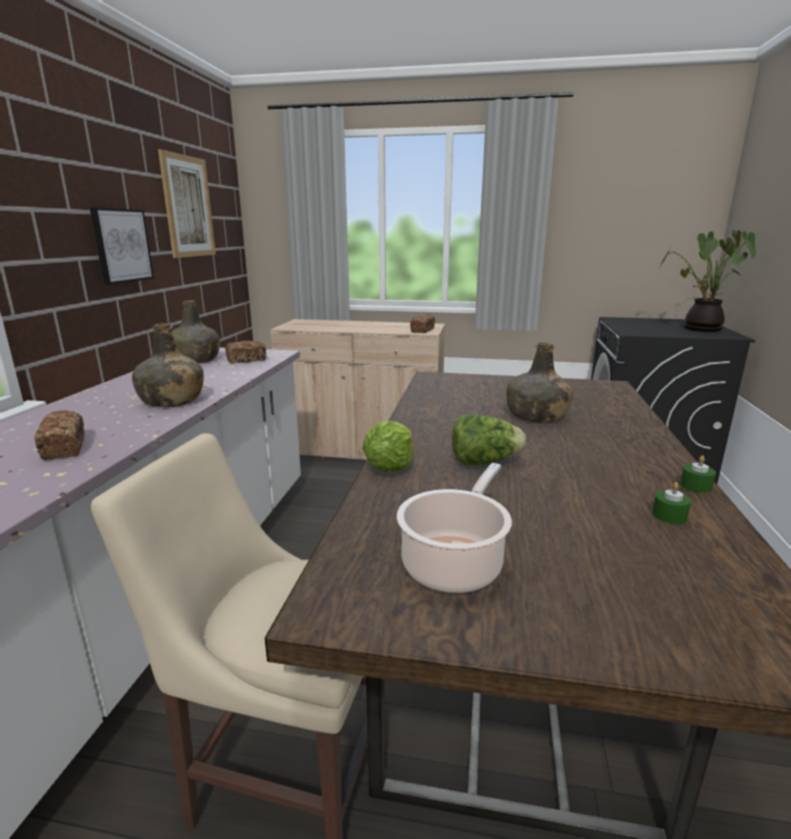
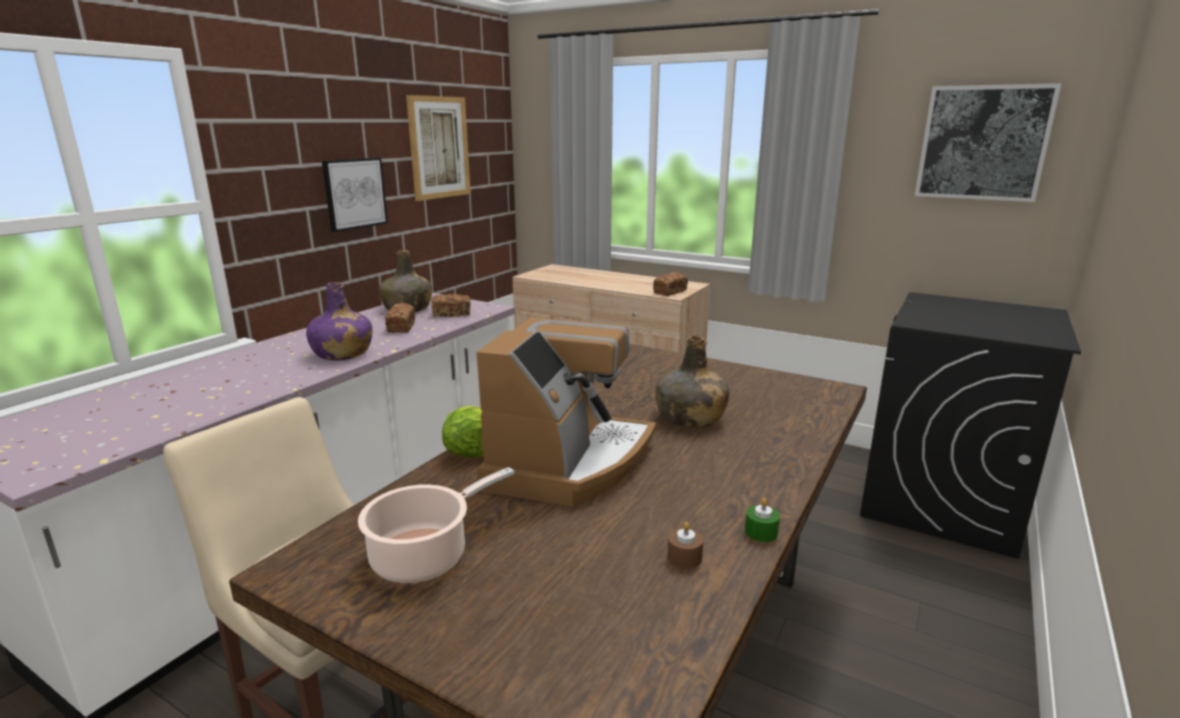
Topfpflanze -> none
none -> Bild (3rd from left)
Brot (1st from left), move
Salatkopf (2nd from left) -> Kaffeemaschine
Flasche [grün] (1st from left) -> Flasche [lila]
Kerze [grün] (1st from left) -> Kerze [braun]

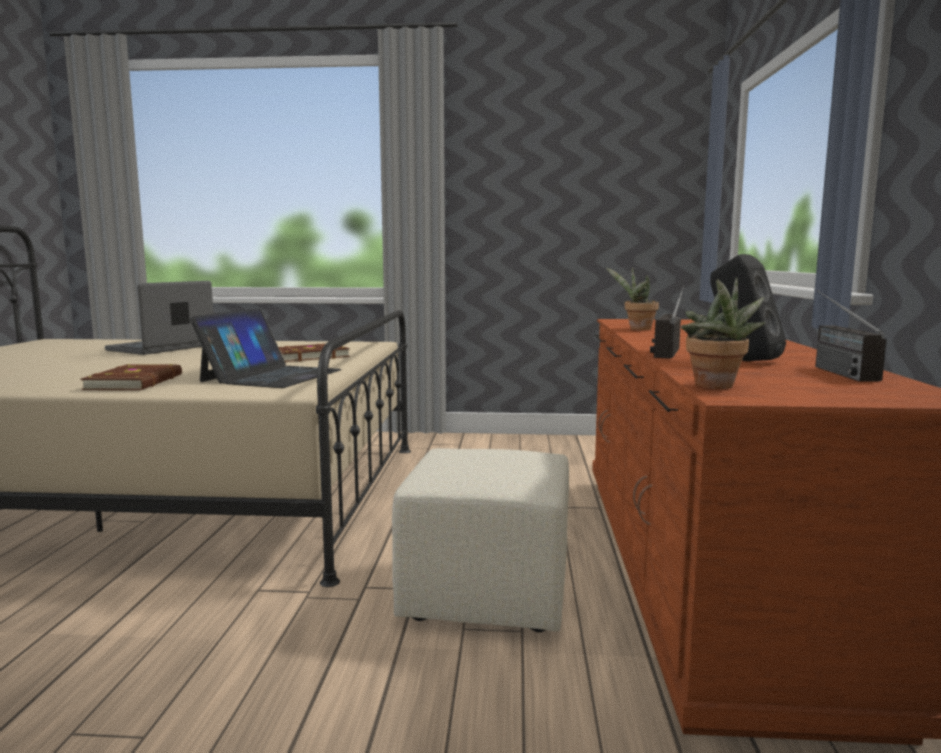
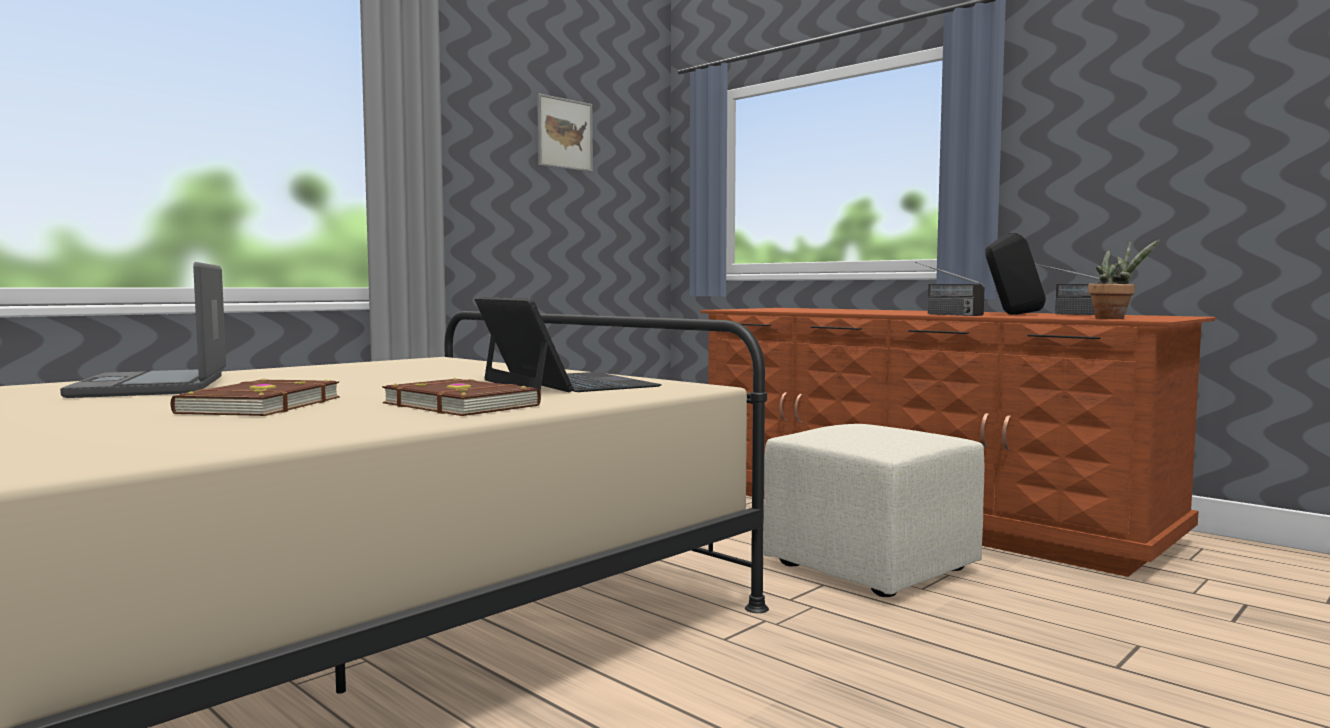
Topfpflanze (1st from left) -> none
none -> Bild
Buch [braun] (2nd from left in the first image) -> Buch [braun] (1st from left), move

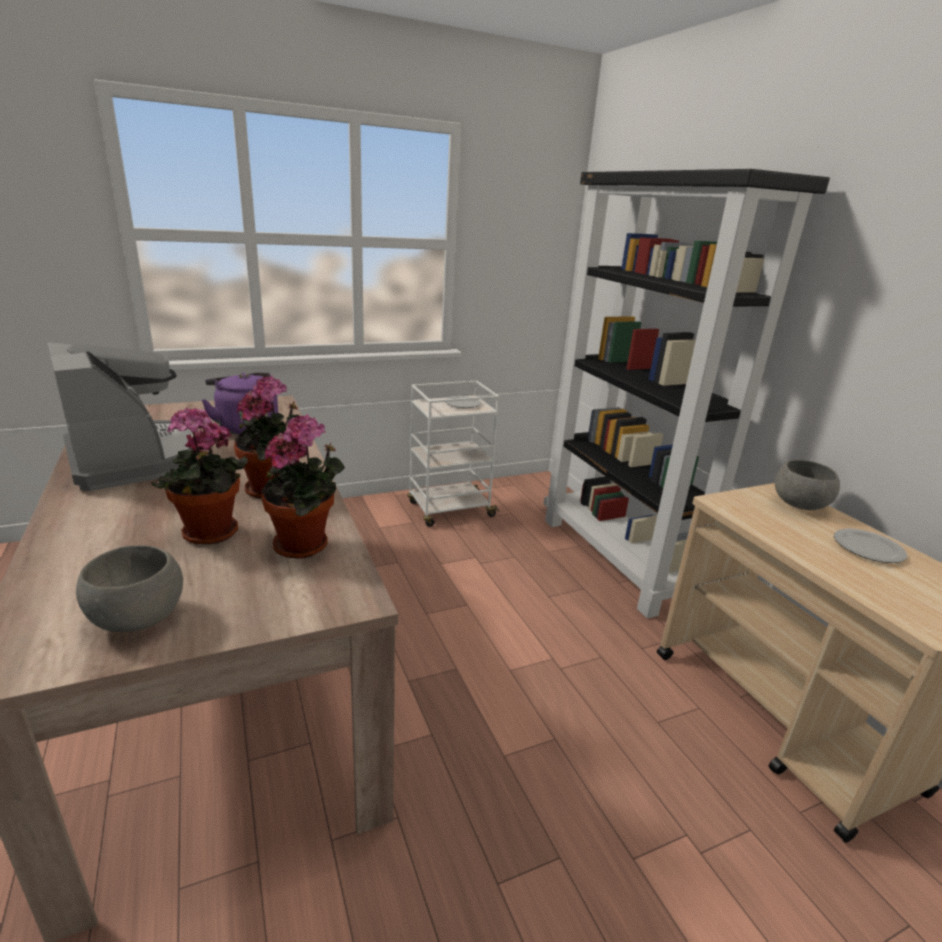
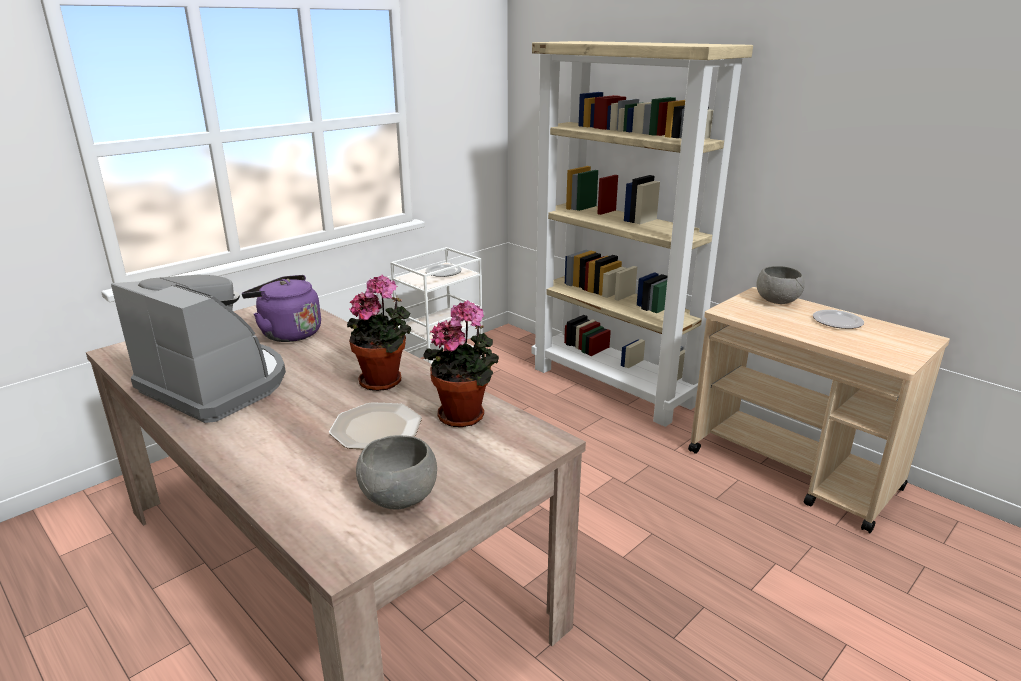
Topfpflanze (1st from left) -> Teller (1st from left)
Bücherregal [schwarz] -> Bücherregal [beige]

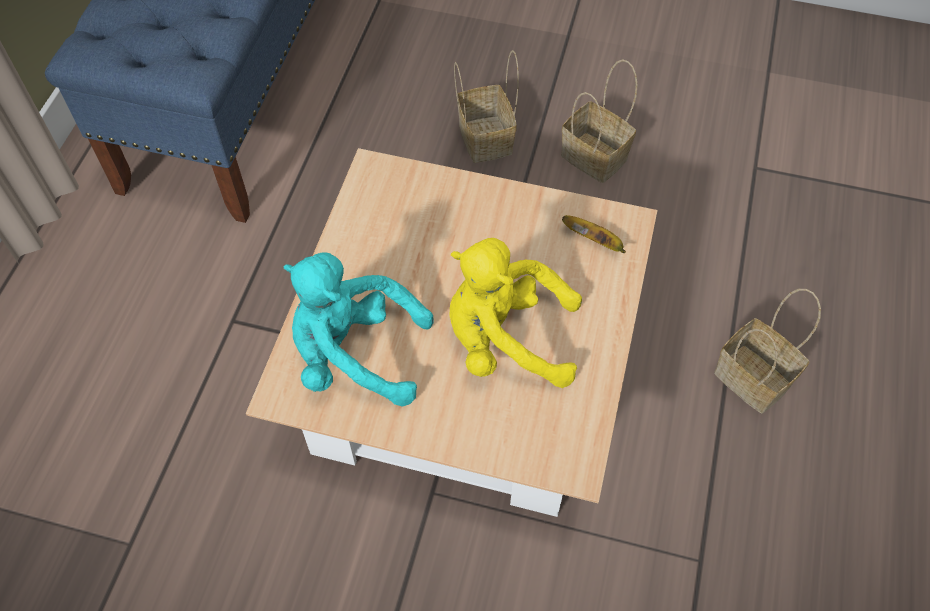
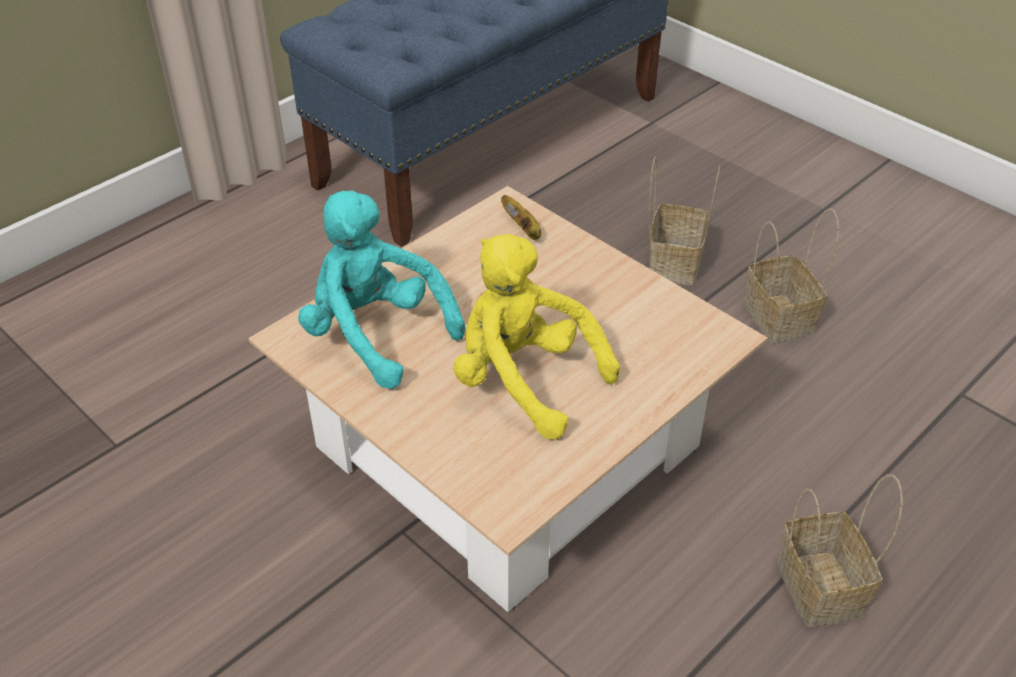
Banane, move

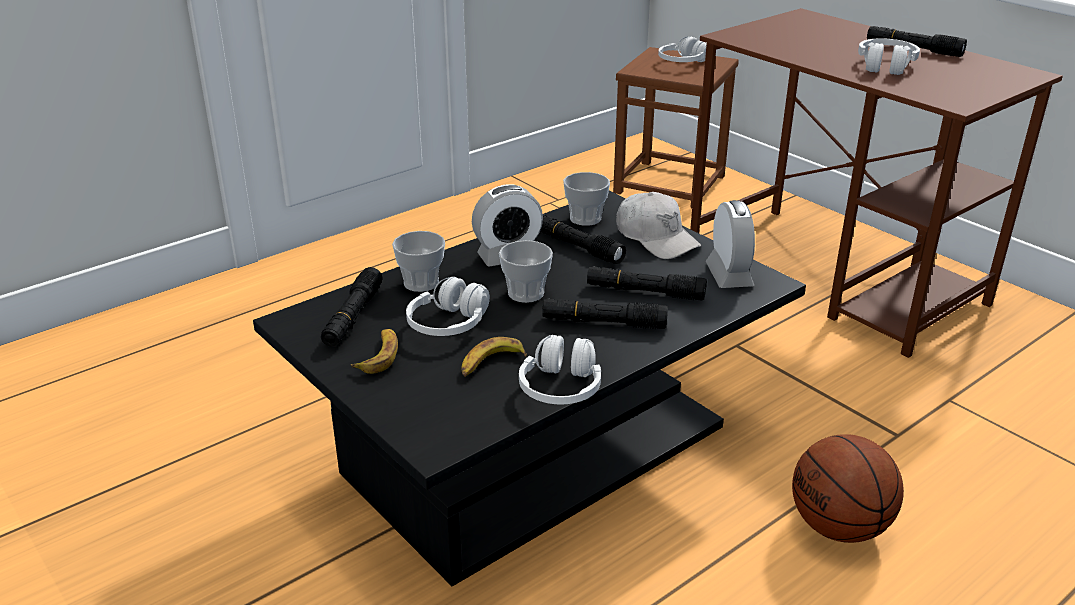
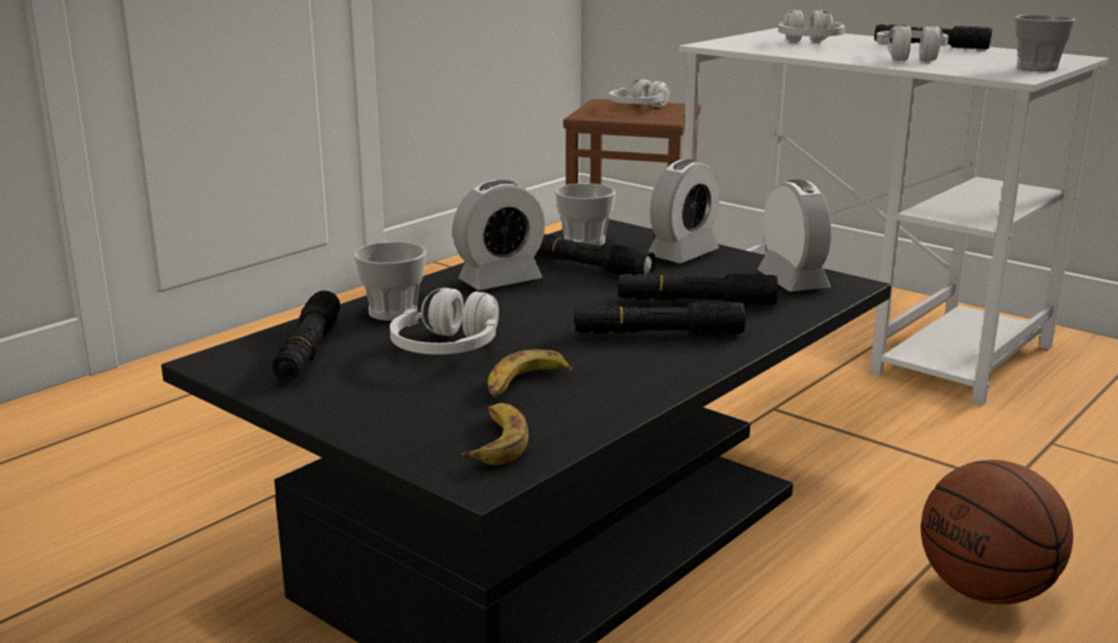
Banane (1st from left), move
Tasse (2nd from left in the first image) -> Tasse (3rd from left), move
Kopfhörer [weiß] (2nd from left in the first image) -> Kopfhörer [weiß] (3rd from left), move
Kappe [weiß] -> Wecker (2nd from left)
Schreibtisch [braun] -> Schreibtisch [weiß]

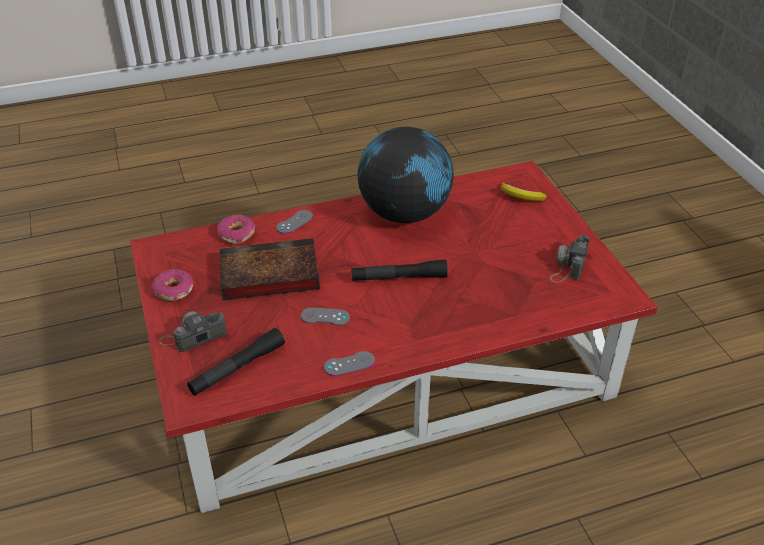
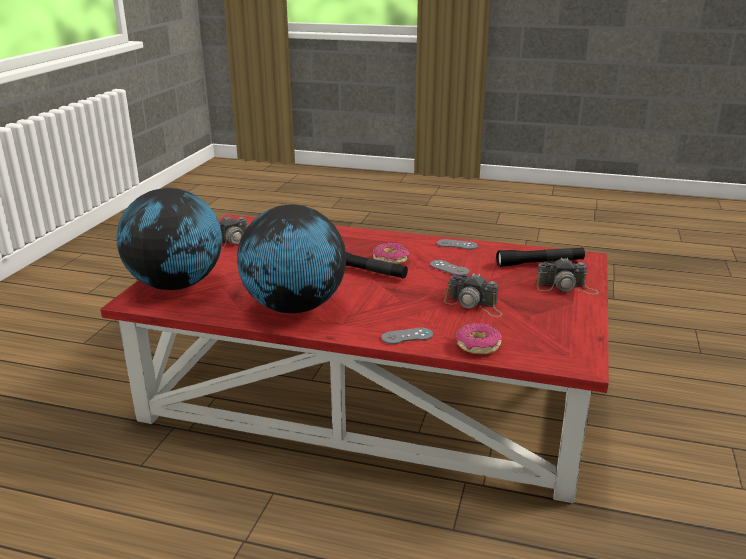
Donut (1st from left), move
Buch -> Kamera (2nd from left)
Banane -> Globus (1st from left)

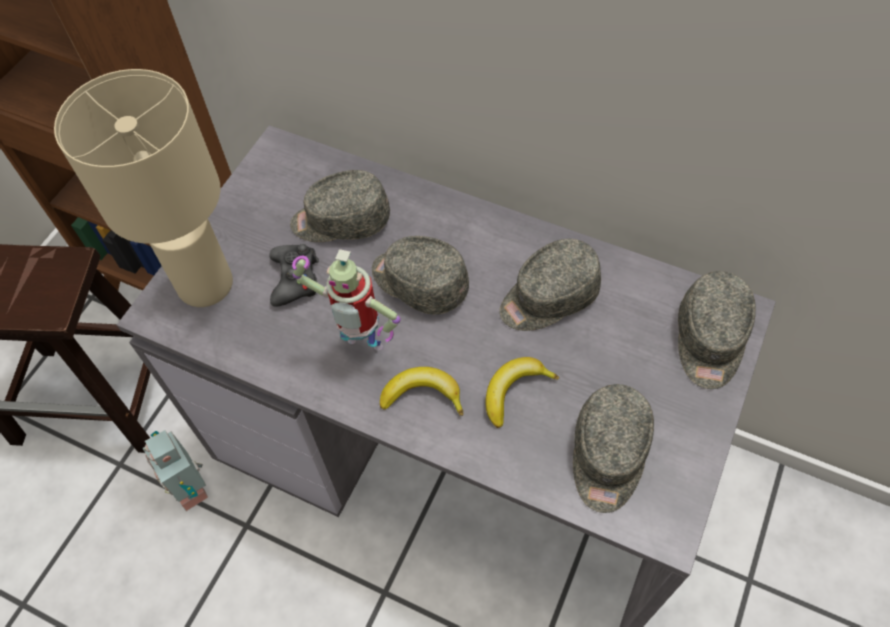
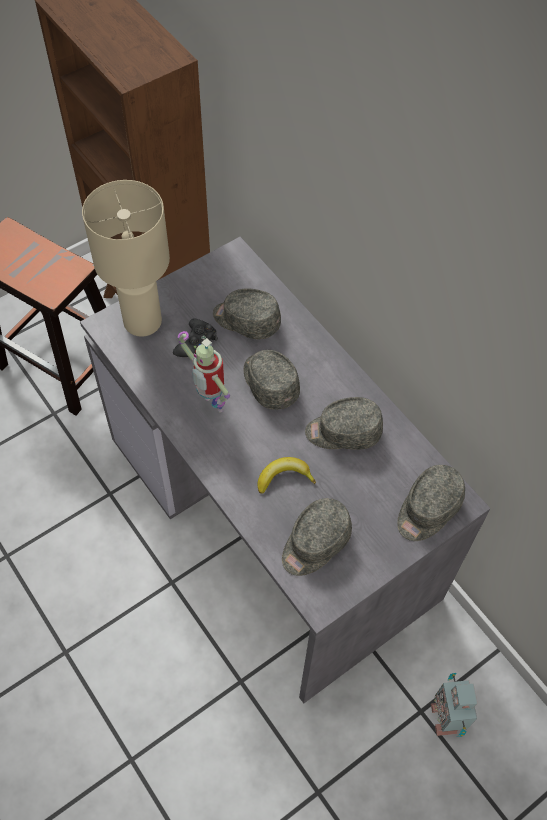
Banane (1st from left) -> none
Spielzeugroboter (1st from left in the first image) -> Spielzeugroboter (2nd from left), move

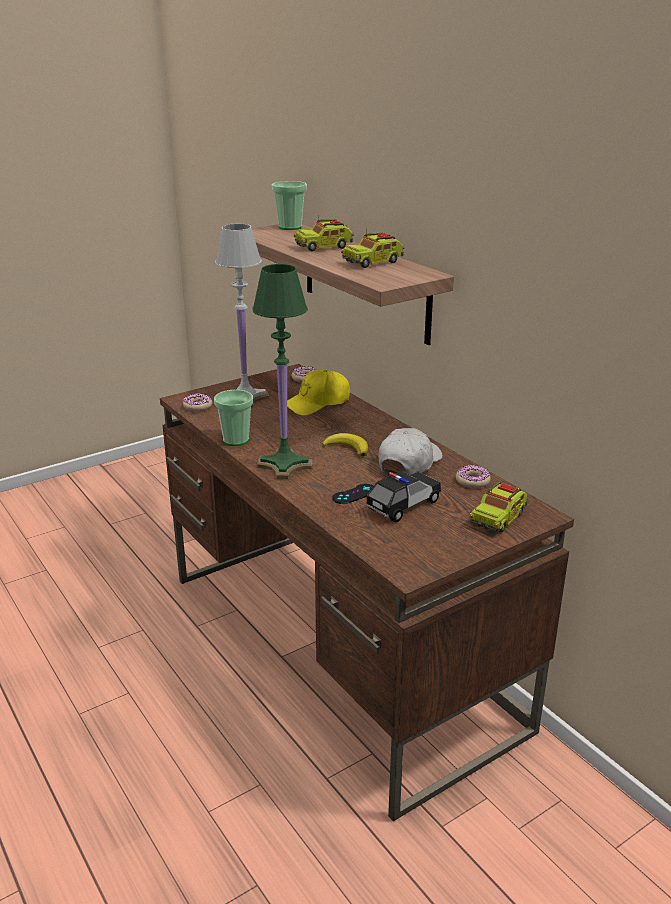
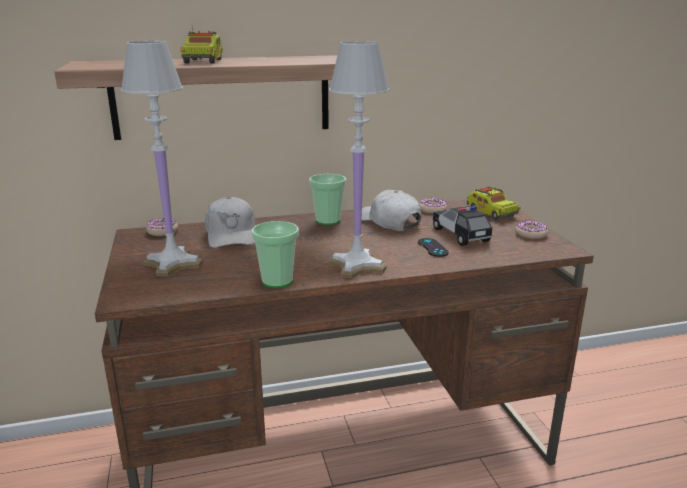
Banane -> none
Spielzeuglaster (2nd from left) -> none
Donut (1st from left in the first image) -> Donut (3rd from left), move
Tasse (2nd from left), move
Tischlampe [grün] -> Tischlampe [weiß] (2nd from left)
Kappe [gelb] -> Kappe [weiß] (1st from left)

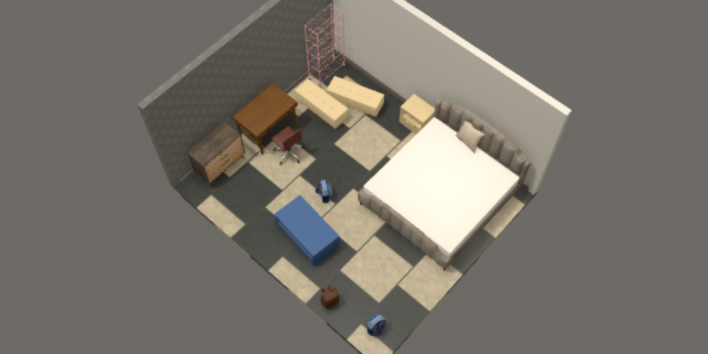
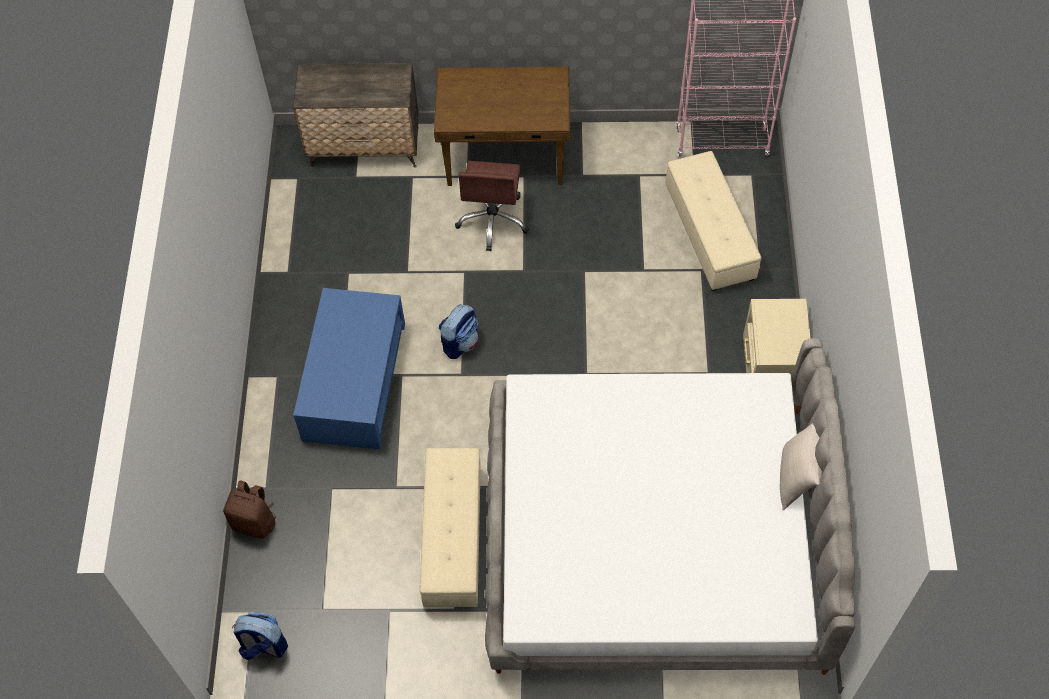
Polsterhocker [beige] (1st from left), move

